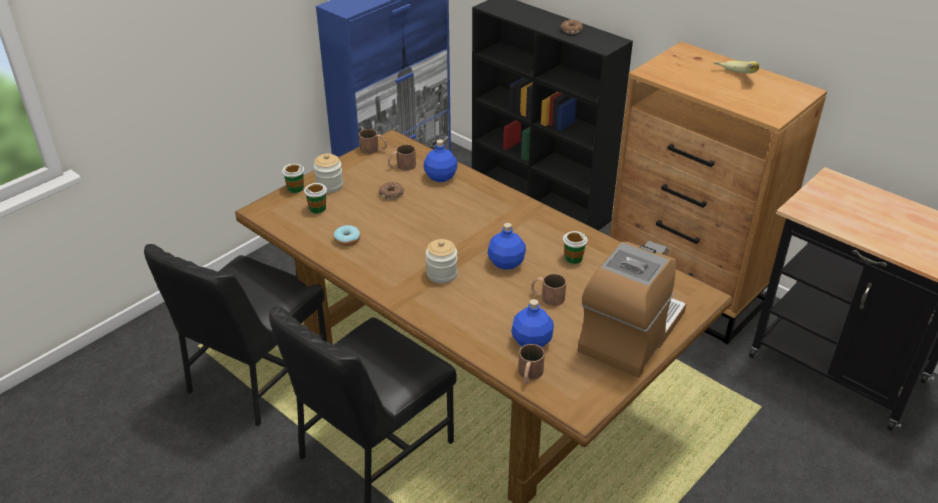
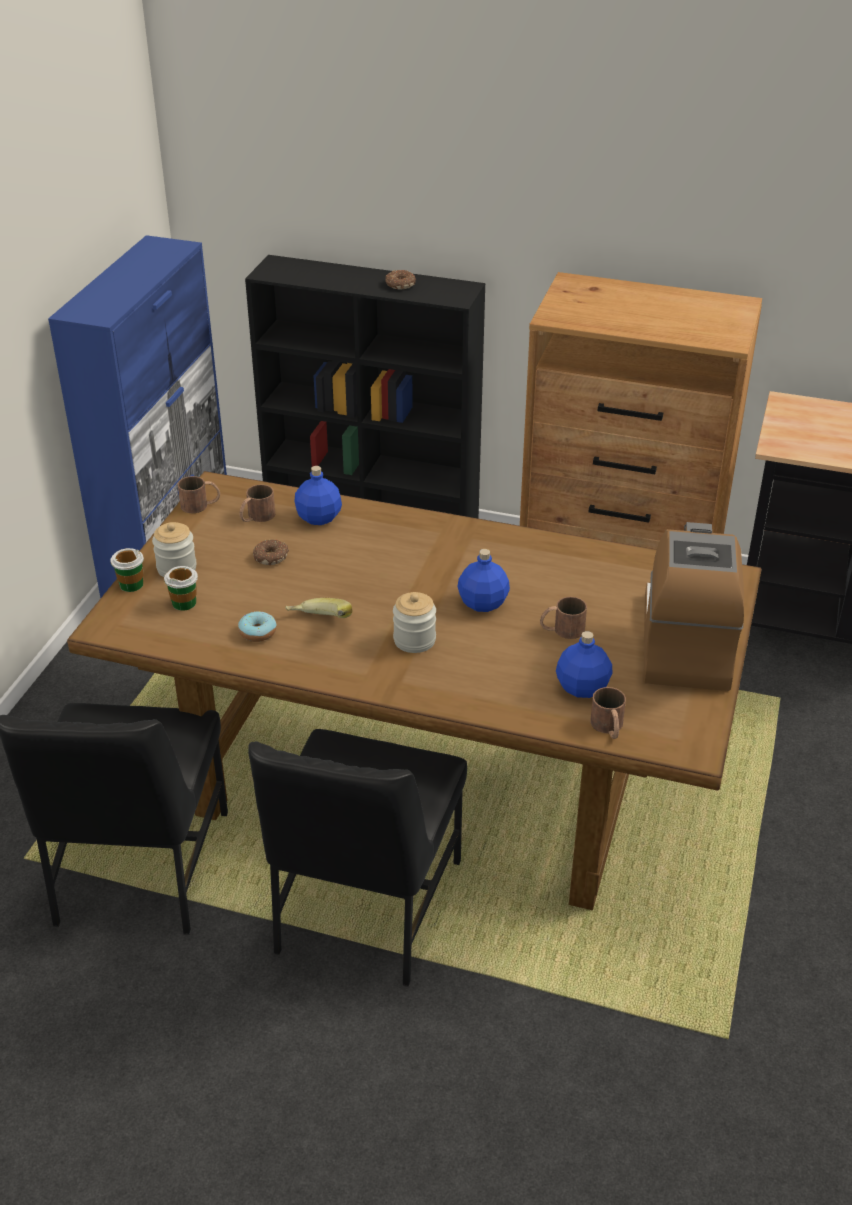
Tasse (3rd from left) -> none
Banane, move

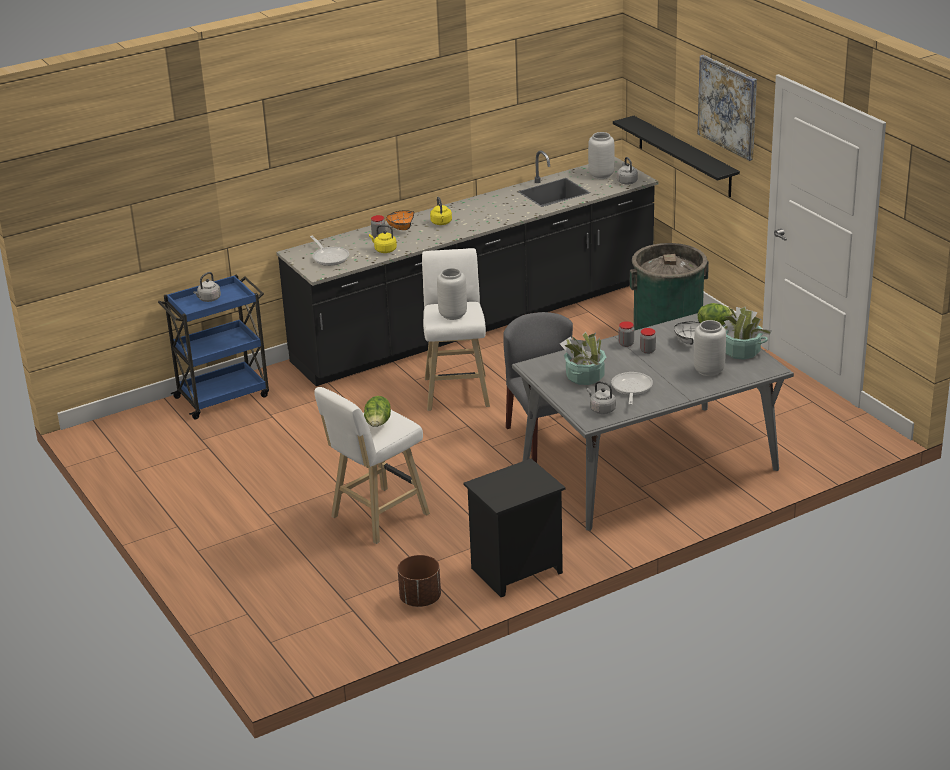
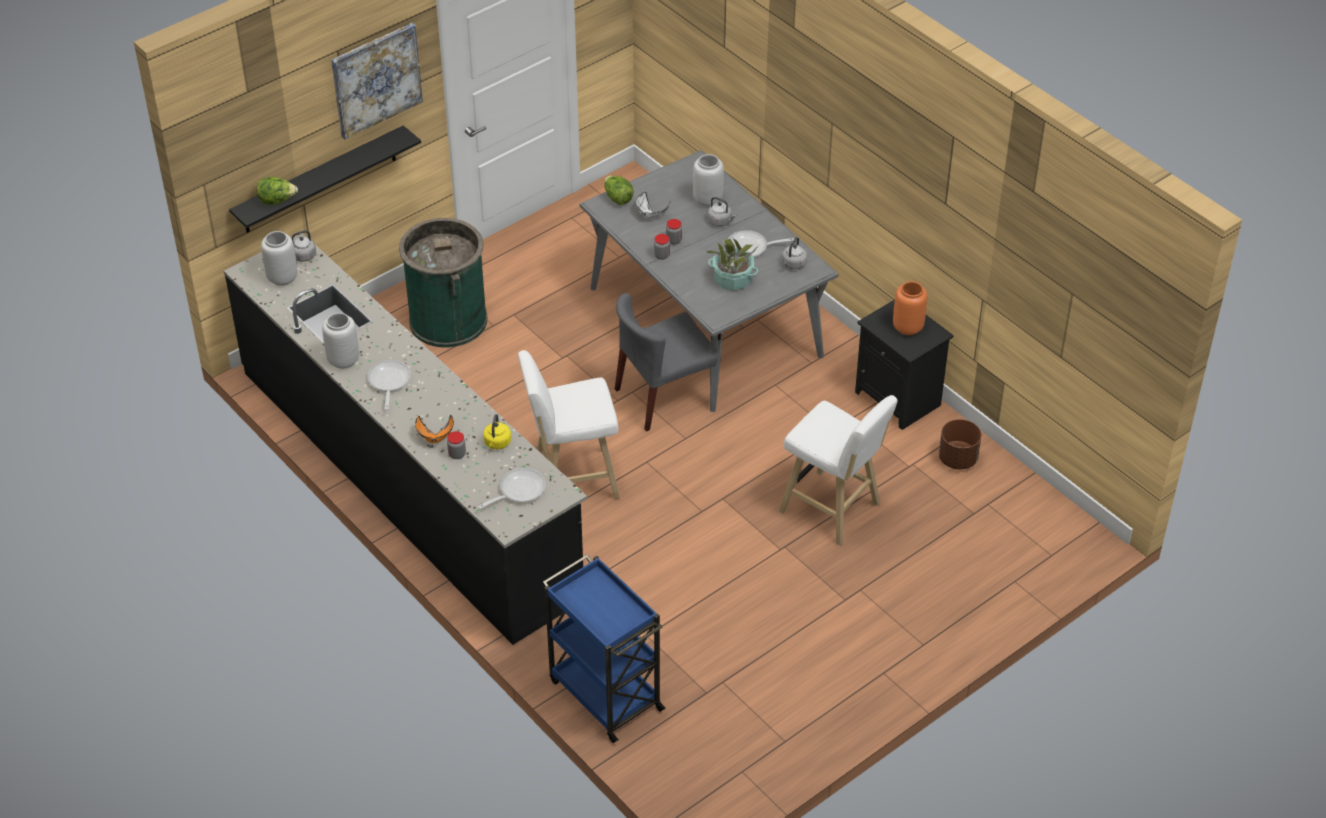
Wasserkessel [gelb] (2nd from left) -> none
Topfpflanze (2nd from left) -> none
none -> Pfanne (1st from left)
none -> Vase [orange]
Wasserkessel [grau] (1st from left in the first image) -> Wasserkessel [grau] (2nd from left), move
Salatkopf (1st from left), move
Vase [grau] (1st from left in the first image) -> Vase [grau] (2nd from left), move

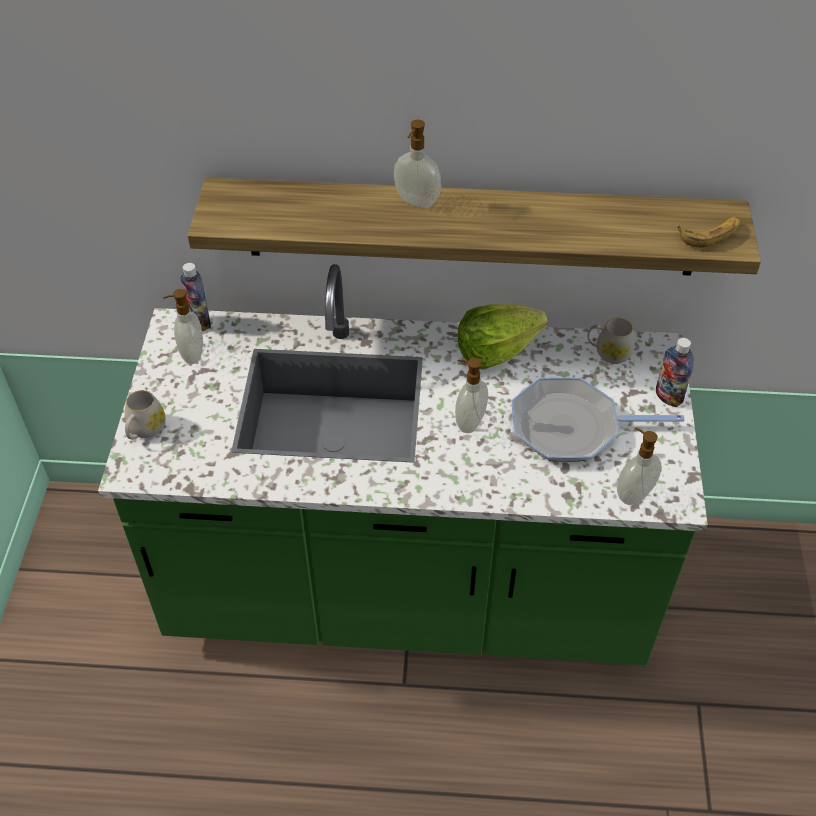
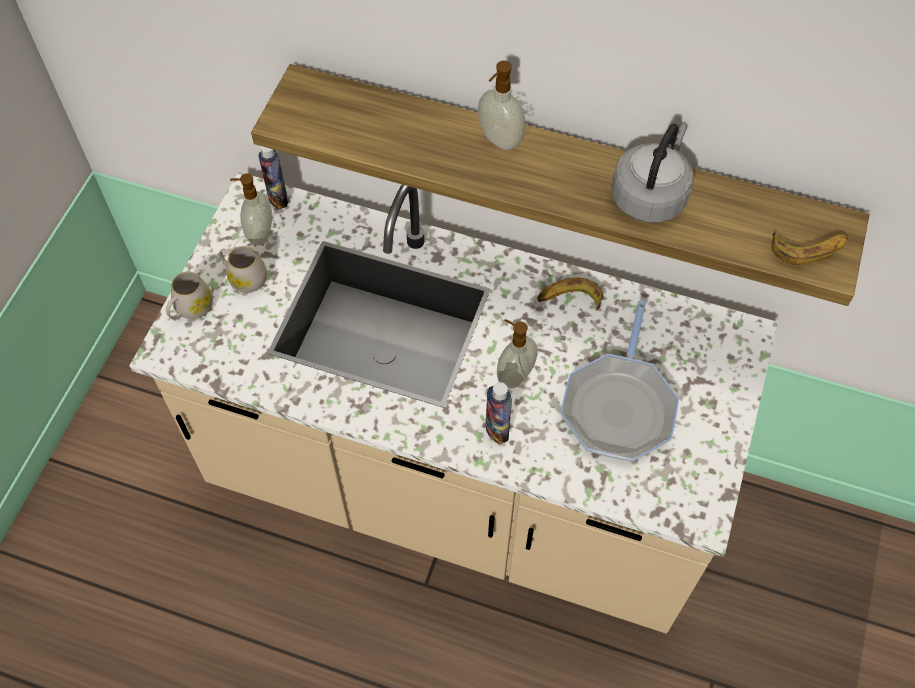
Seifenspender (4th from left) -> none
none -> Wasserkessel [grau]
Henkelbecher [weiß] (2nd from left), move
Flasche (2nd from left), move
Salatkopf -> Banane (1st from left)
Küchenzeile [grün] -> Küchenzeile [beige]
Pfanne, 90 degrees counterclockwise

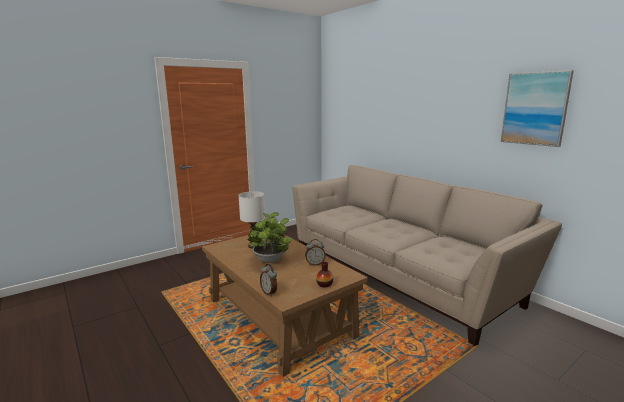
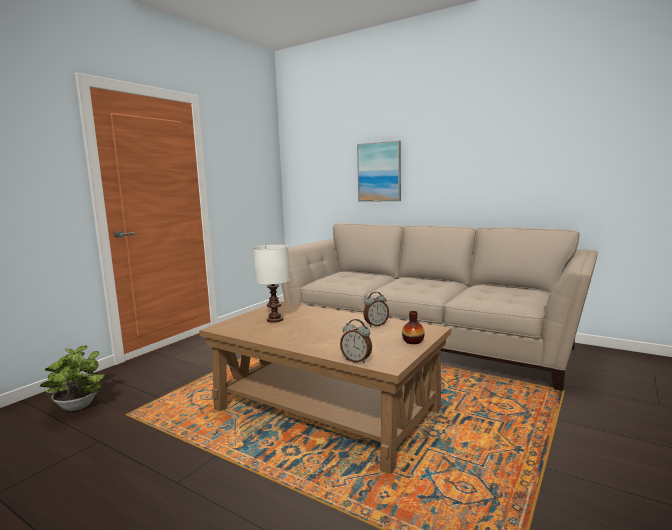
Topfpflanze, move
Bild, move

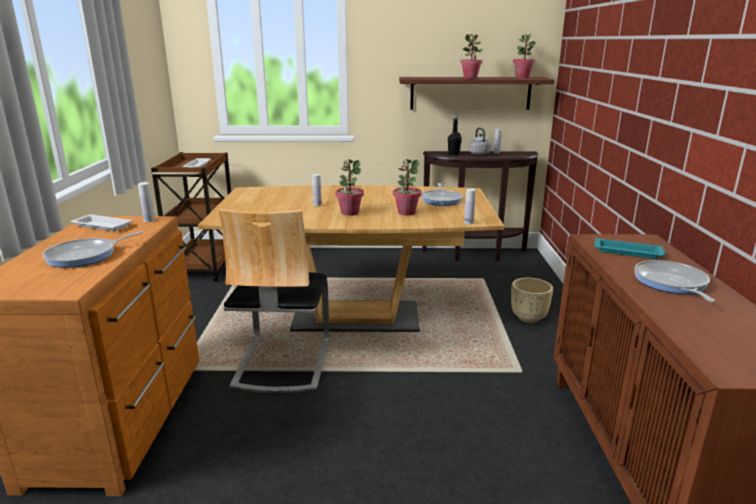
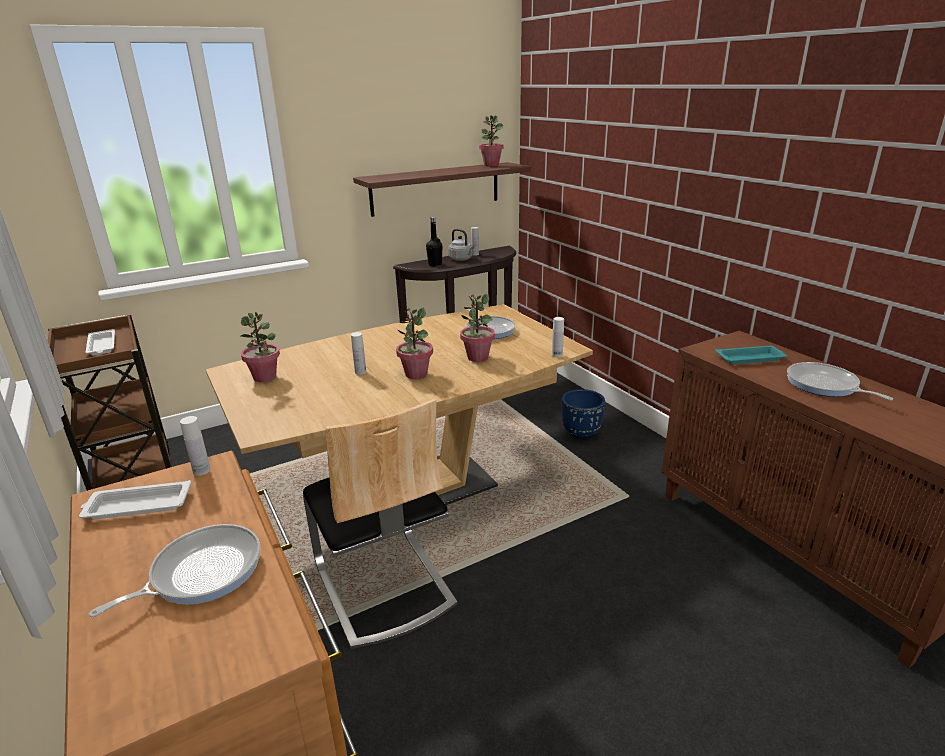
Topfpflanze (3rd from left in the first image) -> Topfpflanze (1st from left), move
Pflanzkübel [beige] -> Pflanzkübel [blau]
Pfanne (1st from left), 150 degrees counterclockwise

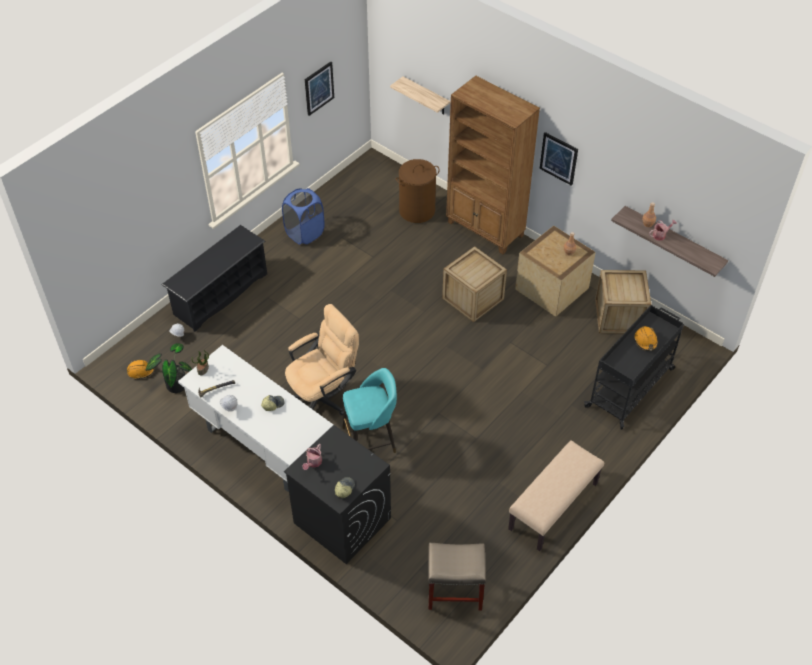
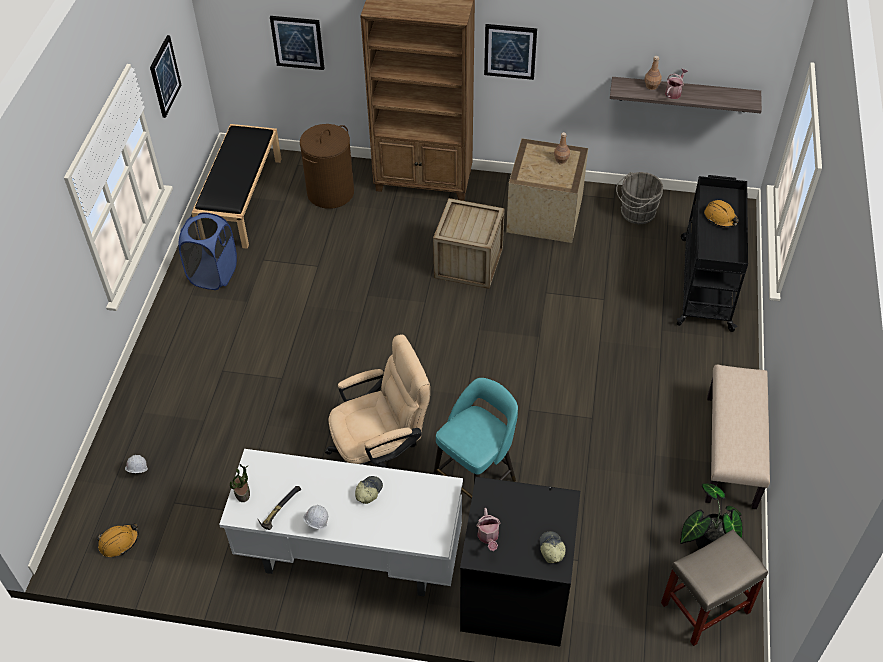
Schuhregal [schwarz] -> none
none -> Bank [schwarz]
Topfpflanze (1st from left in the first image) -> Topfpflanze (2nd from left), move
Wandregal (1st from left) -> Bild (2nd from left)
Kiste (3rd from left) -> Eimer [grau]
Bürostuhl [beige], 45 degrees clockwise

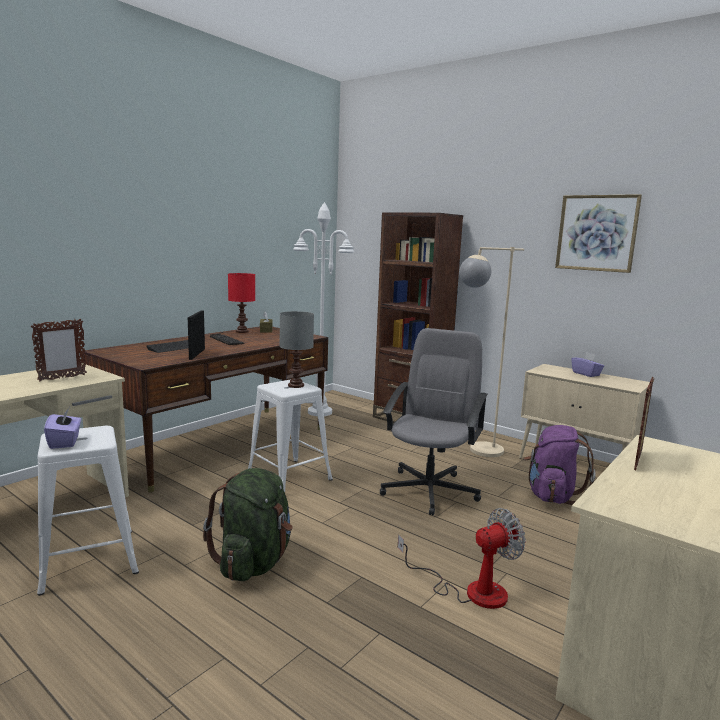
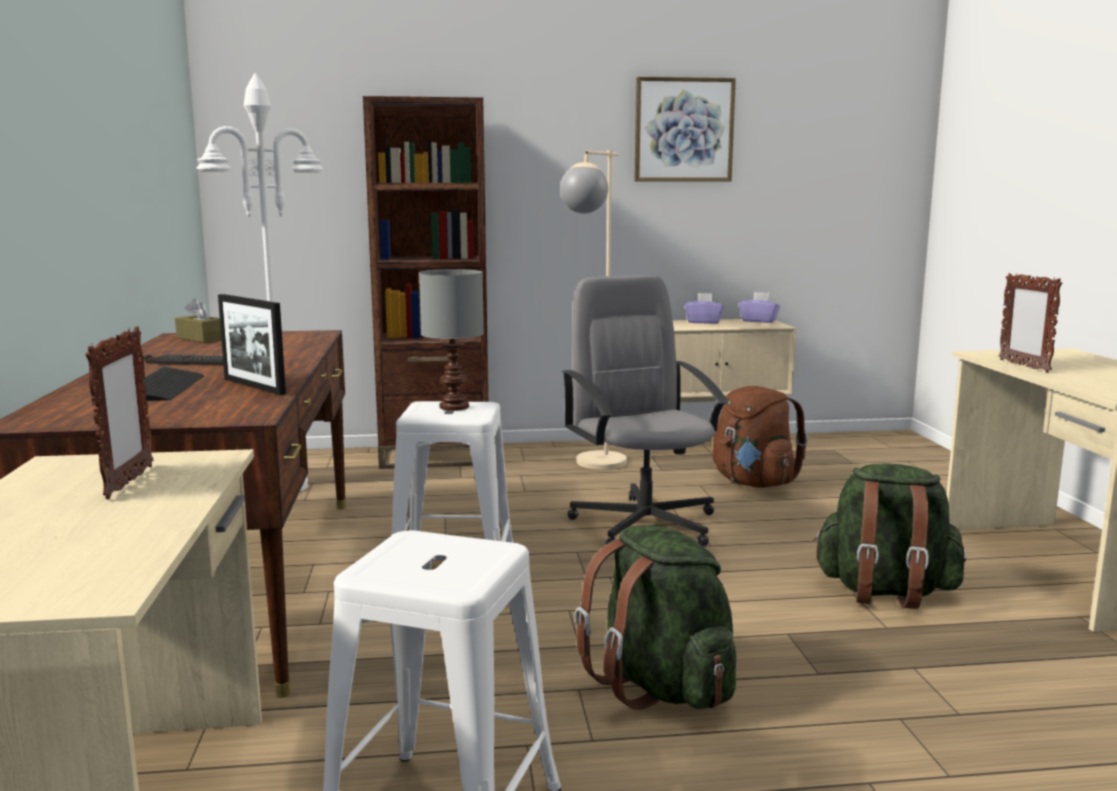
Tischlampe [rot] -> none
Taschentuchbox [lila] (1st from left in the first image) -> Taschentuchbox [lila] (2nd from left), move
Ventilator -> Rucksack [grün] (2nd from left)
Rucksack [lila] -> Rucksack [braun]

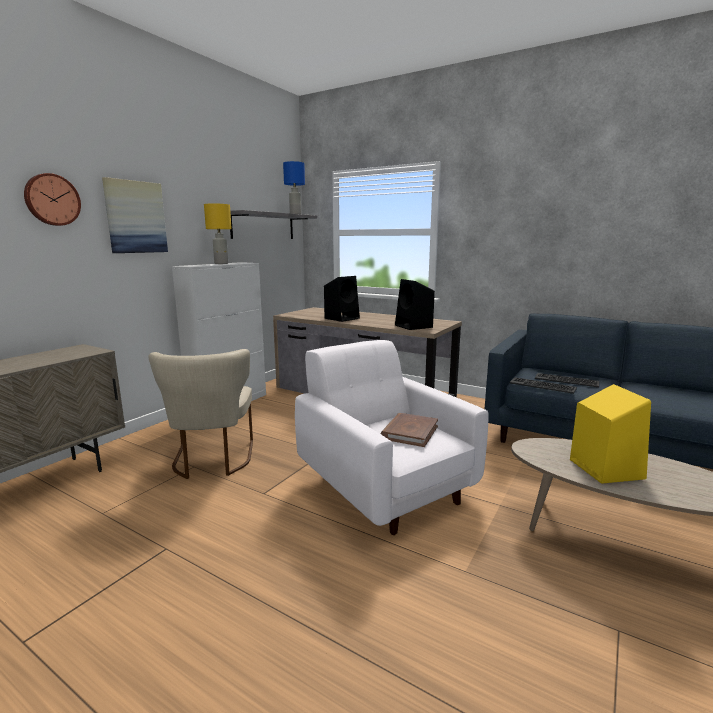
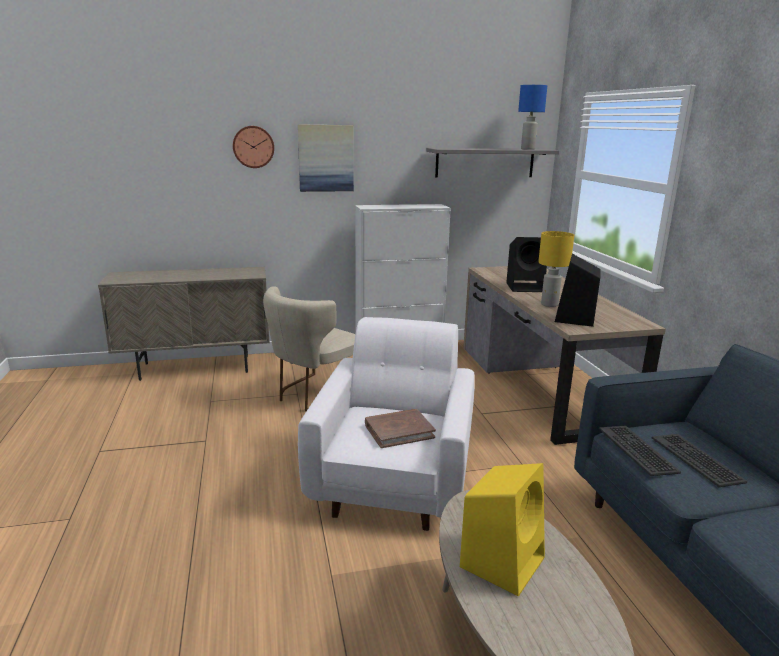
Tischlampe [gelb], move

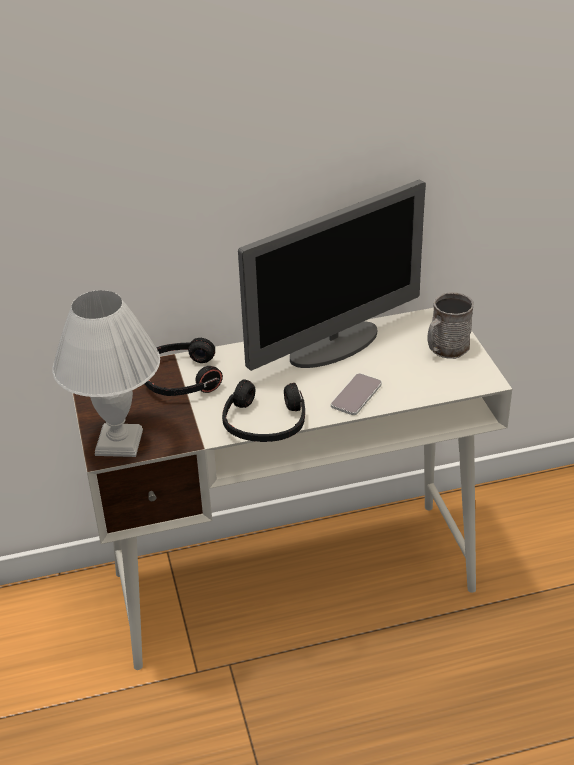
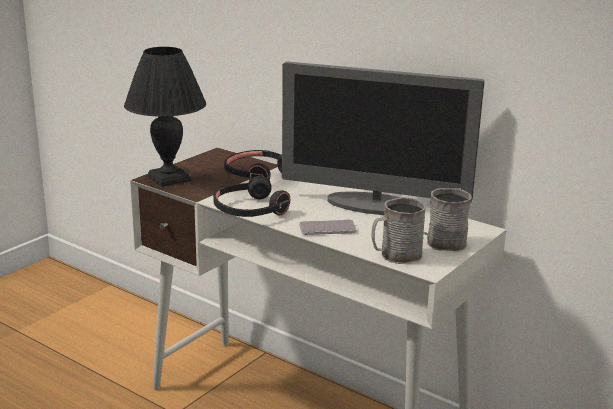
none -> Henkelbecher [grau] (1st from left)
Tischlampe [weiß] -> Tischlampe [schwarz]

